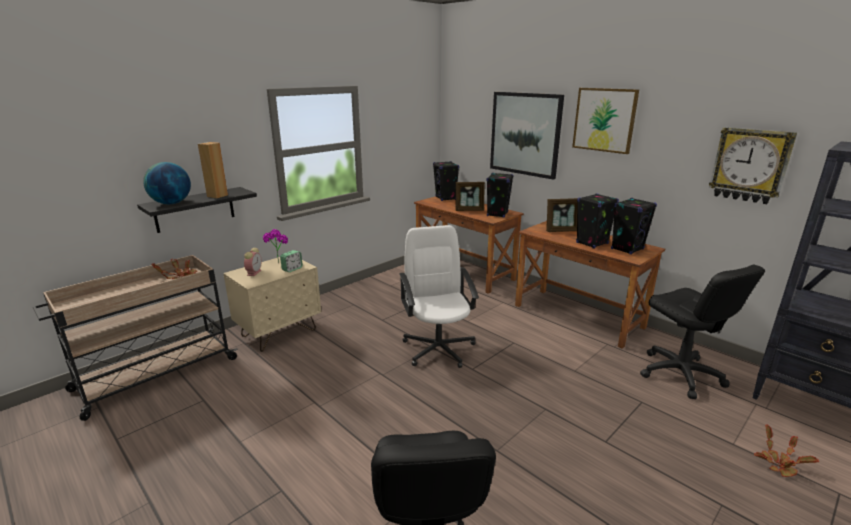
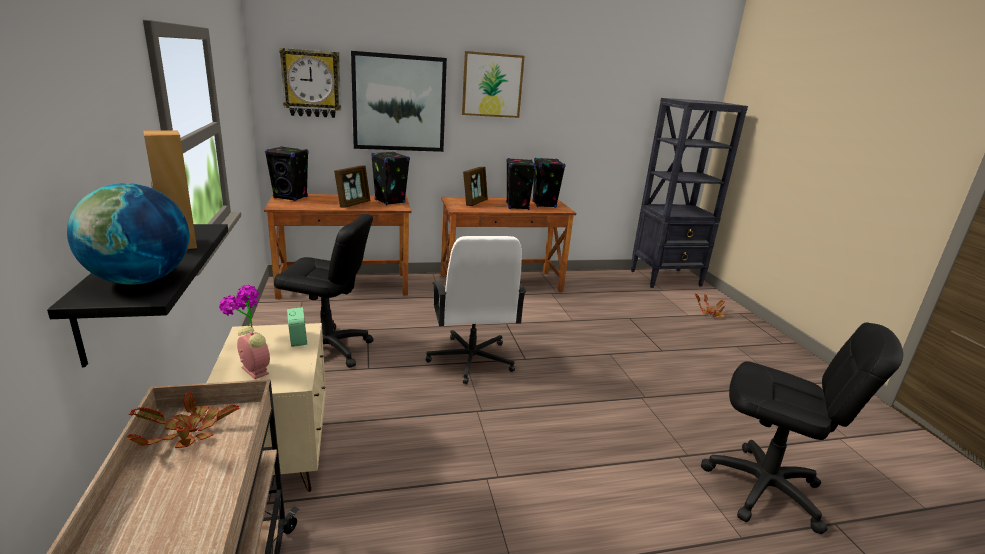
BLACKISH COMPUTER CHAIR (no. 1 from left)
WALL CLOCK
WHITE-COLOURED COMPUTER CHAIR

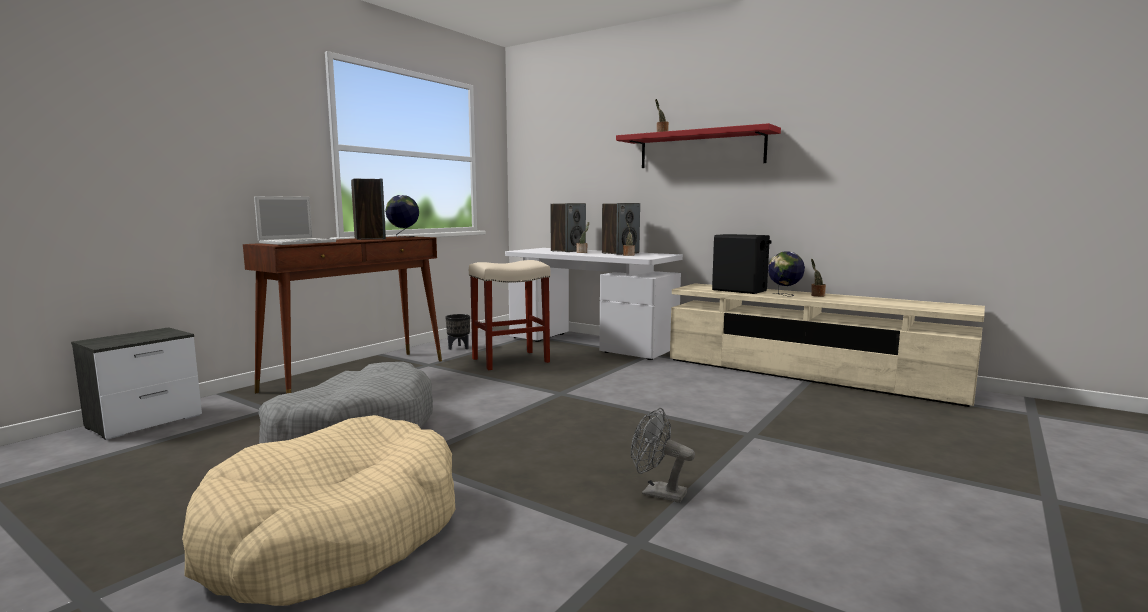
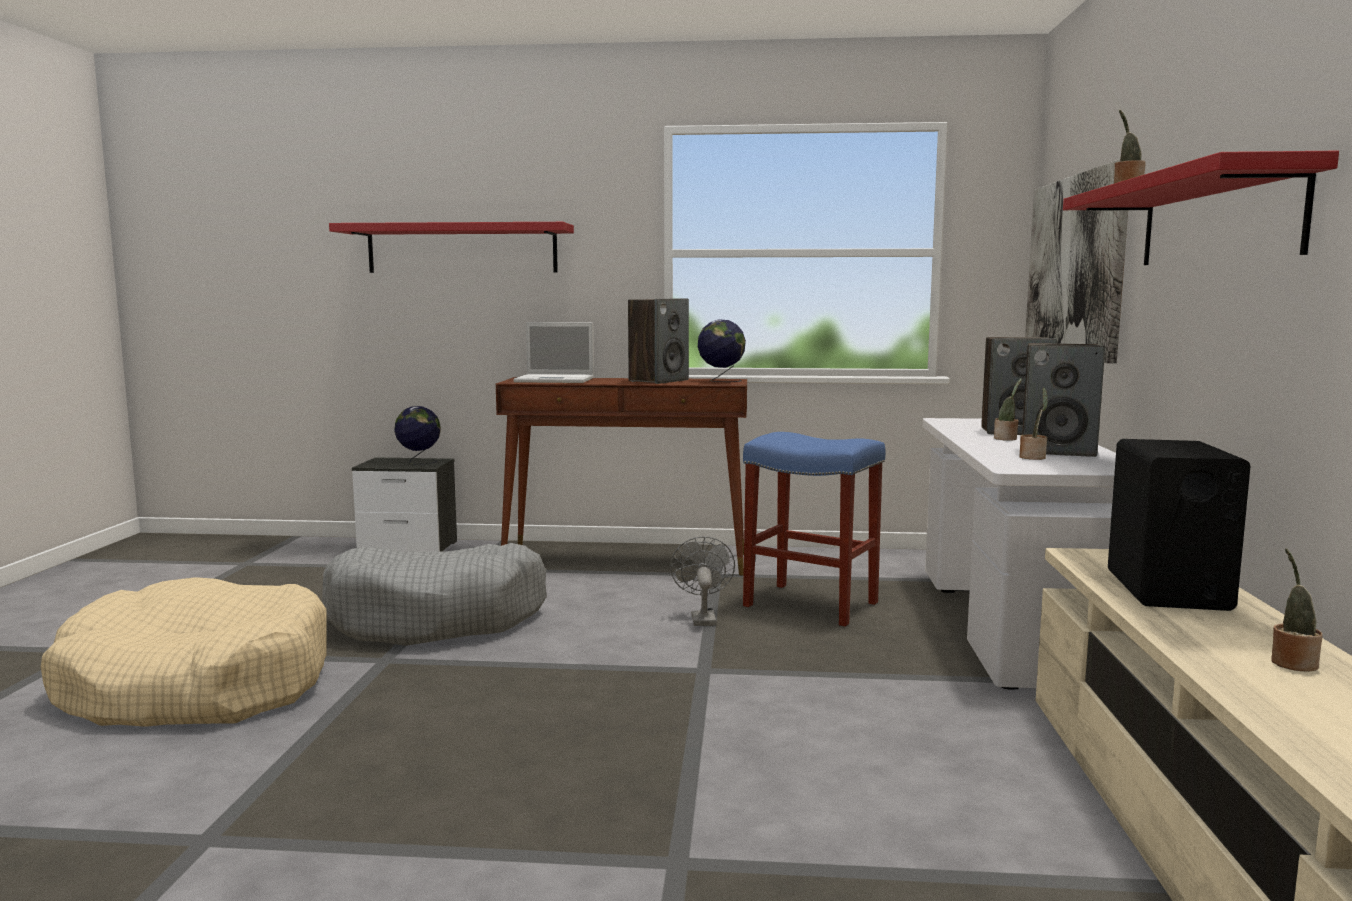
BLACKISH PLANT POT
RED SHELF (no. 1 from left)
WALL PICTURE
GREY COOLING FAN
DESK GLOBE (no. 1 from left)
BLUE-COLOURED STOOL

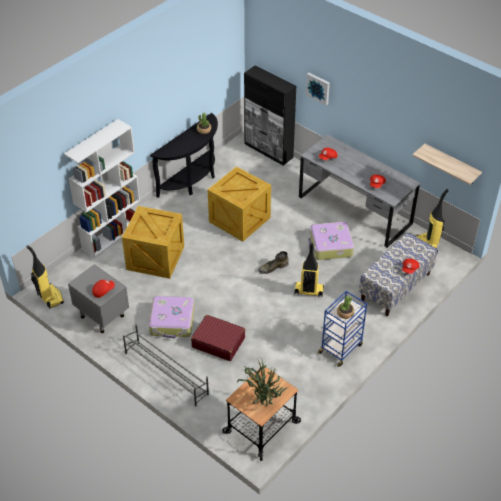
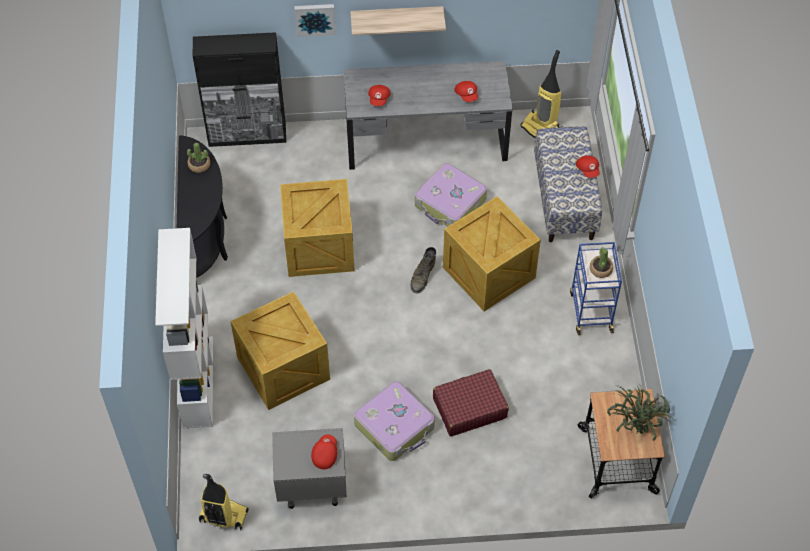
GREY SHOE STAND
SHELF
PACKING CRATE (no. 3 from left)

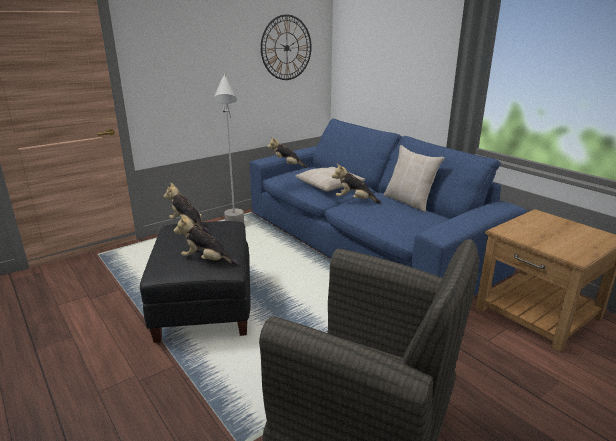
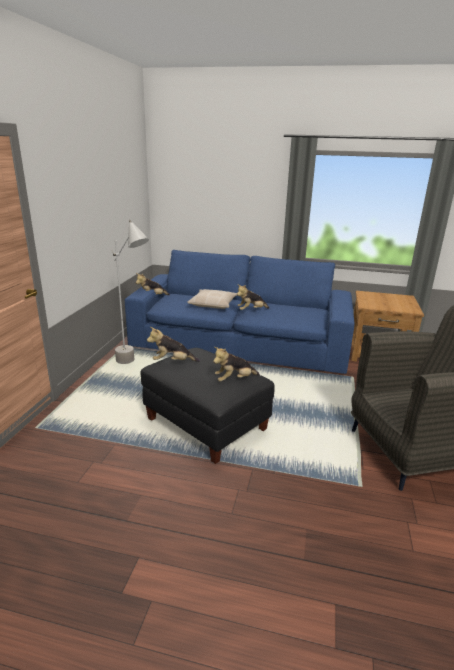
WALL CLOCK
BEIGE-COLOURED PILLOW (no. 2 from left in the first image)

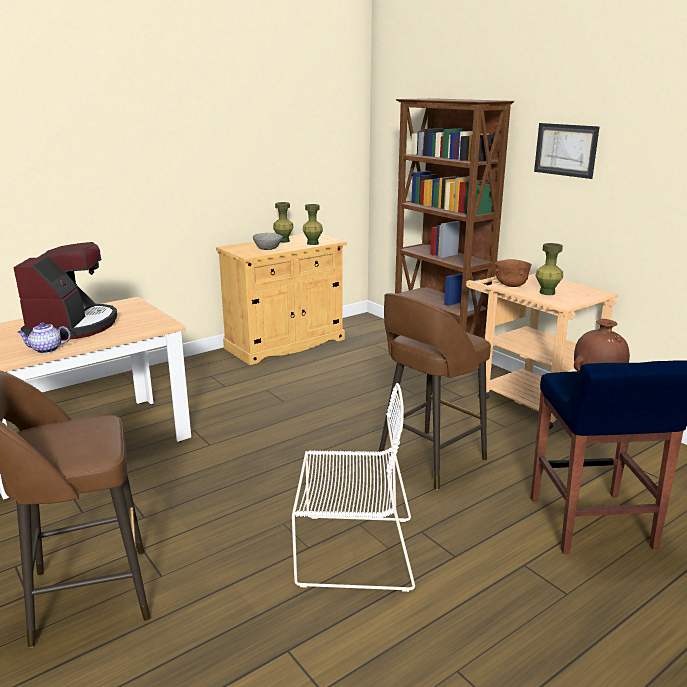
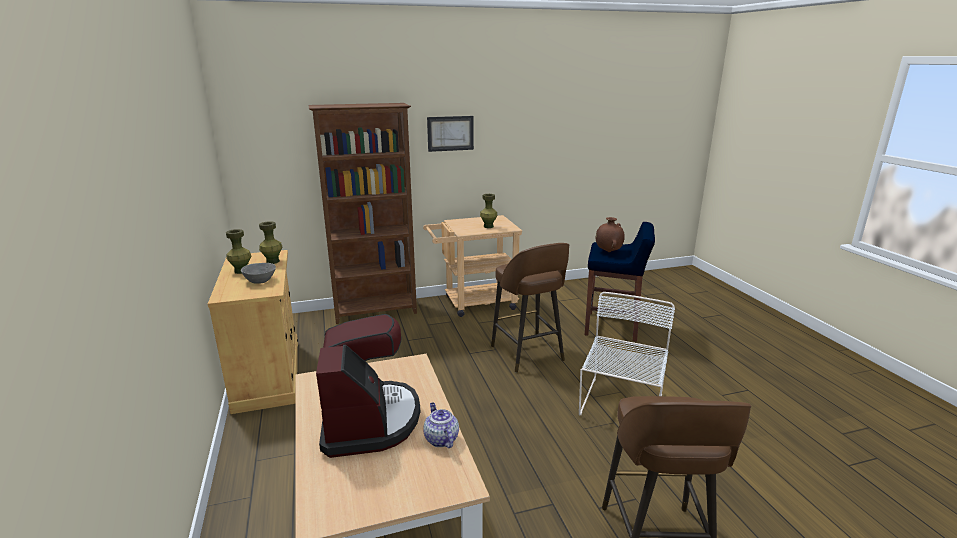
BROWNISH DEEP DISH
COFFEE MAKER
TEAPOT

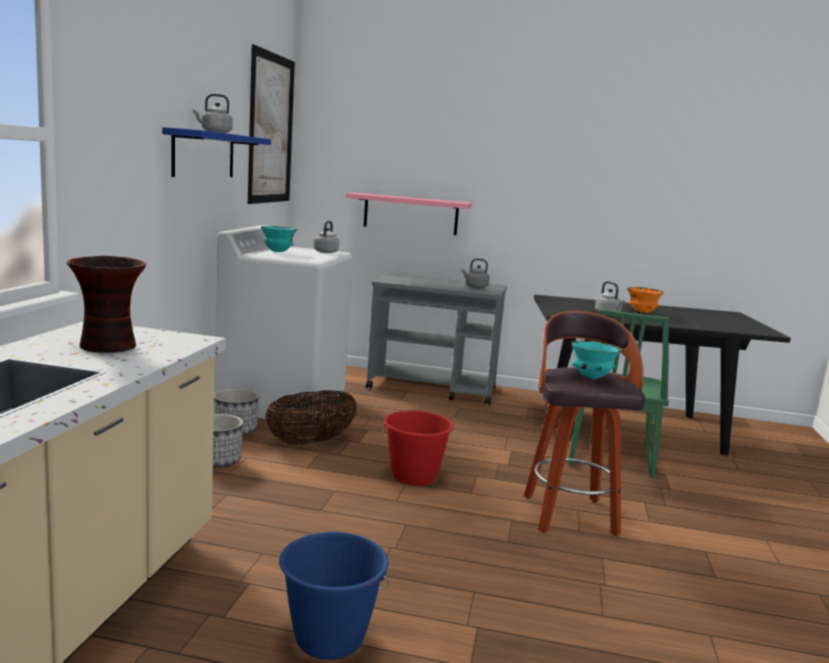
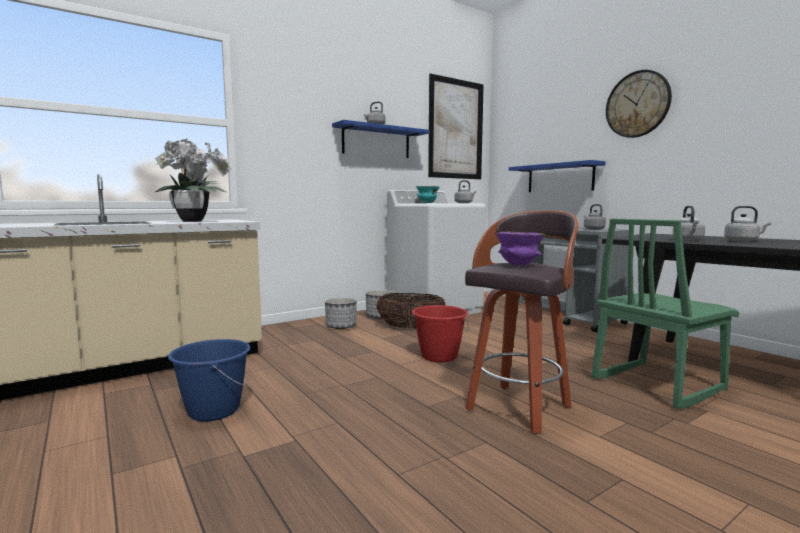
WALL CLOCK
PLANT IN A POT
GREY KETTLE (no. 5 from left)
BLUE-COLOURED SHELF (no. 2 from left)
PURPLE DEEP DISH

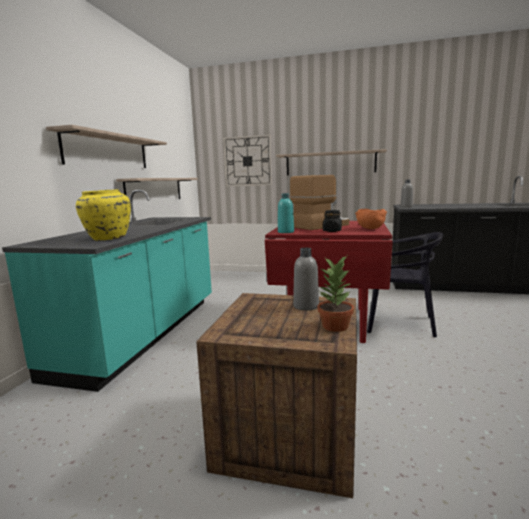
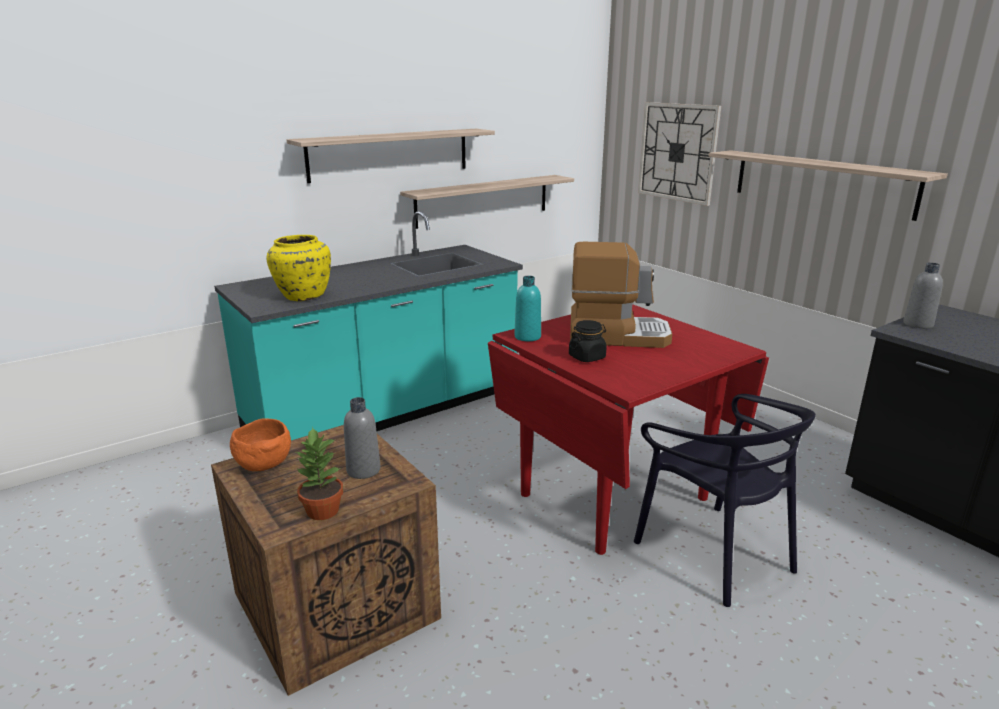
ORANGEY DEEP DISH

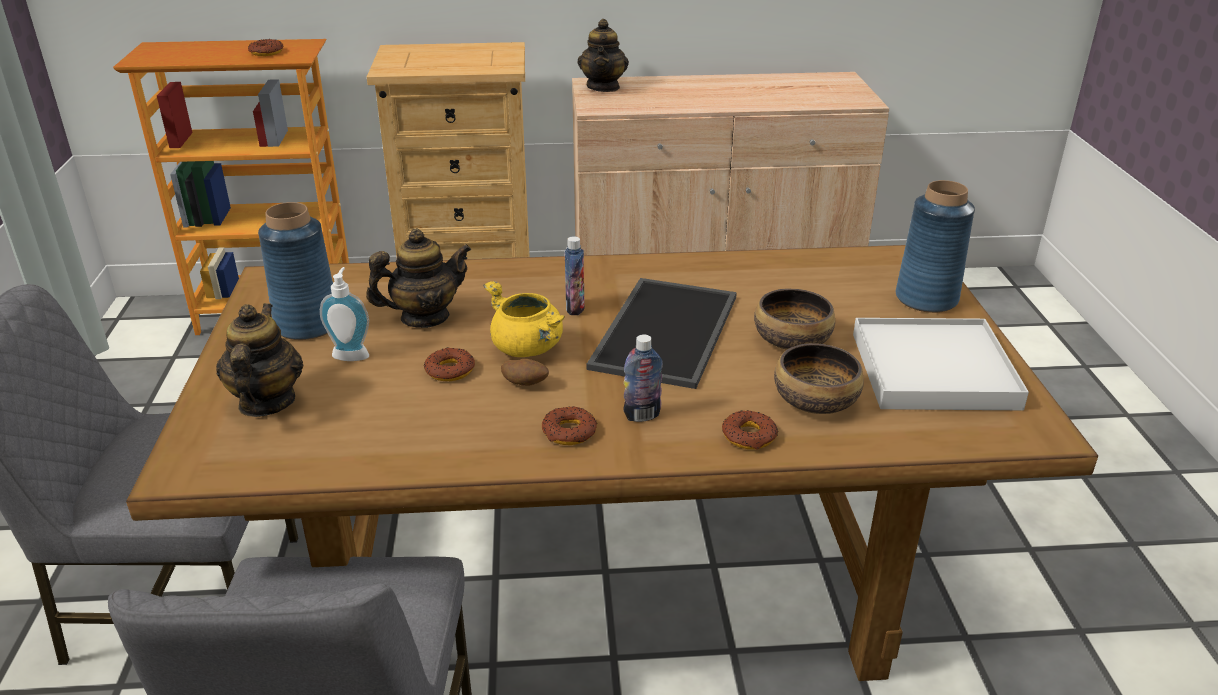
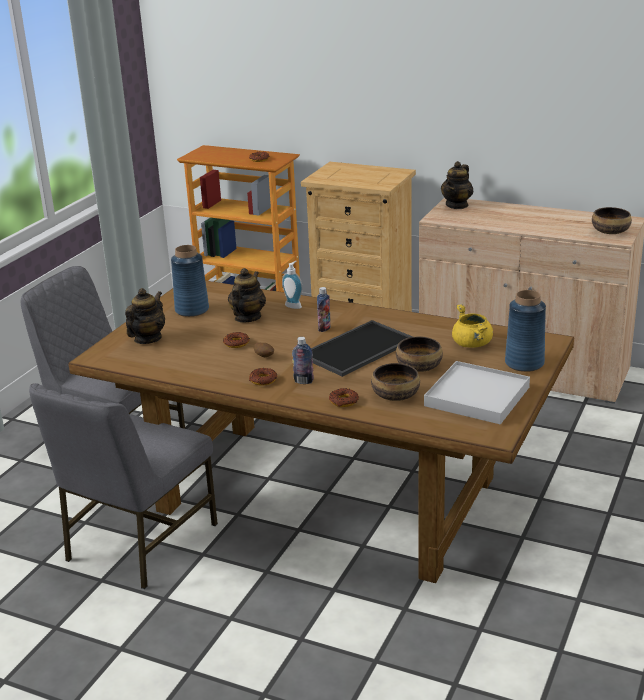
DEEP DISH (no. 3 from left)
SOAP BOTTLE
YELLOW SAUCEPOT
TEAPOT (no. 2 from left)

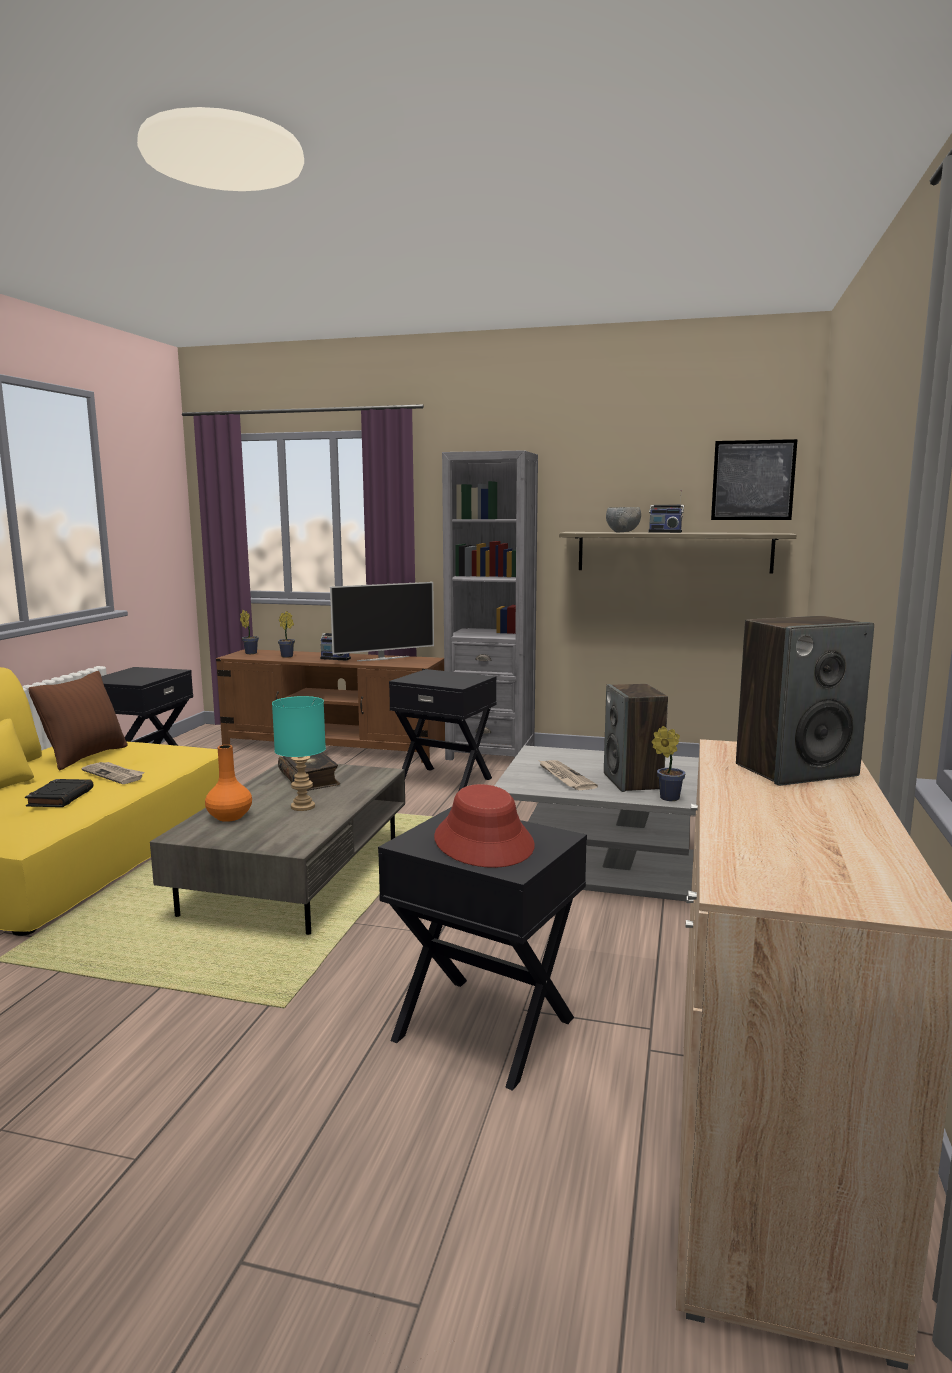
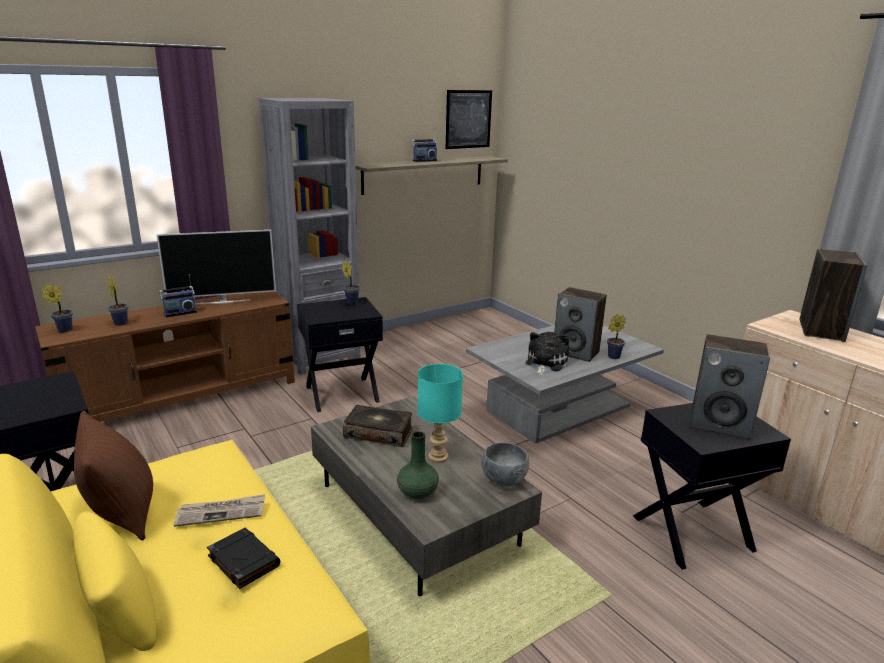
PLANT IN A POT (no. 3 from left)
GREY DEEP DISH
SPEAKER (no. 2 from left)
CUDDLY TOY
GREEN-COLOURED FLOWER VASE
TELEVISION

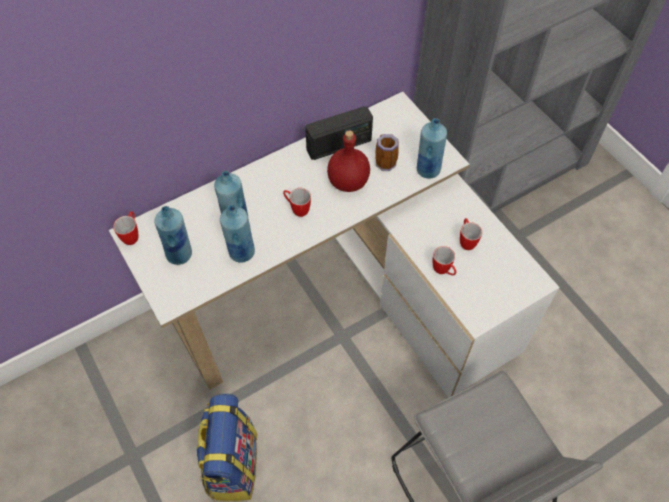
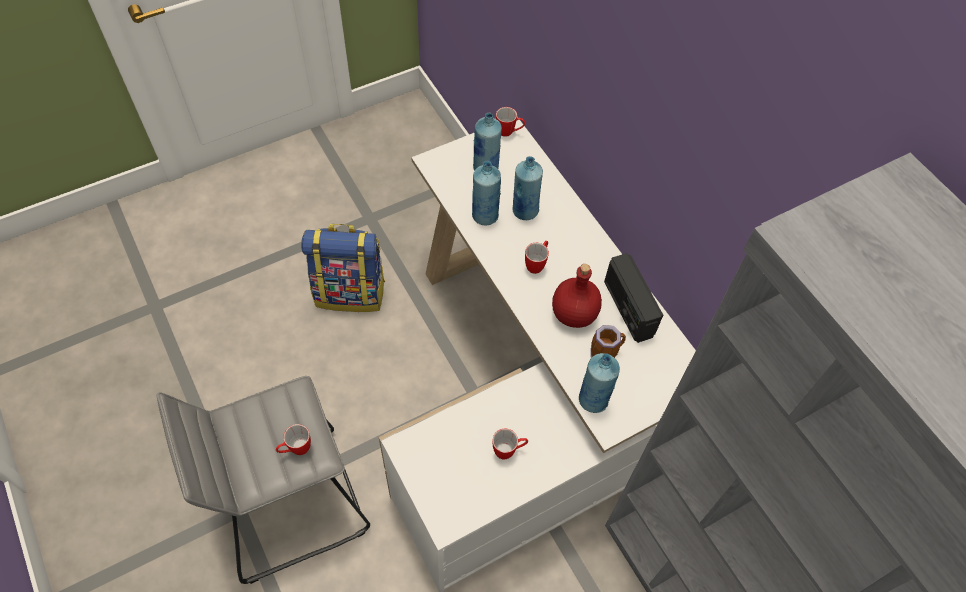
TEA MUG (no. 1 from left)

